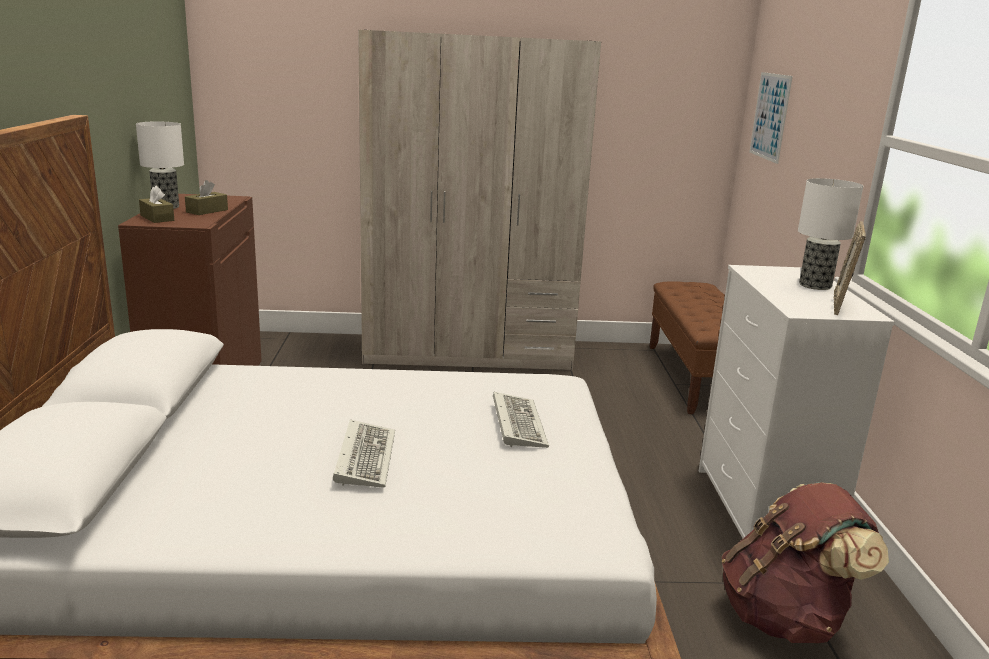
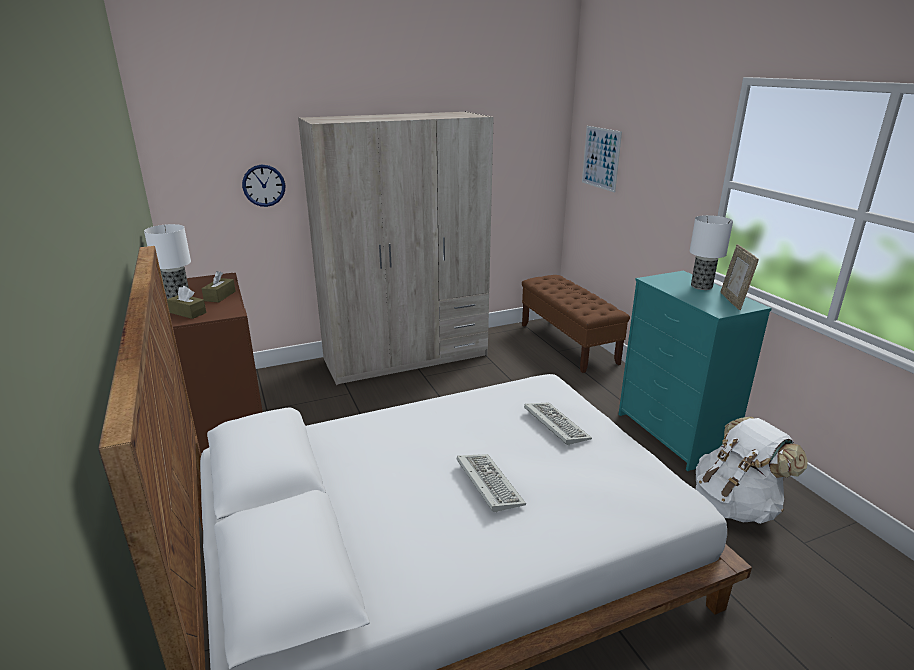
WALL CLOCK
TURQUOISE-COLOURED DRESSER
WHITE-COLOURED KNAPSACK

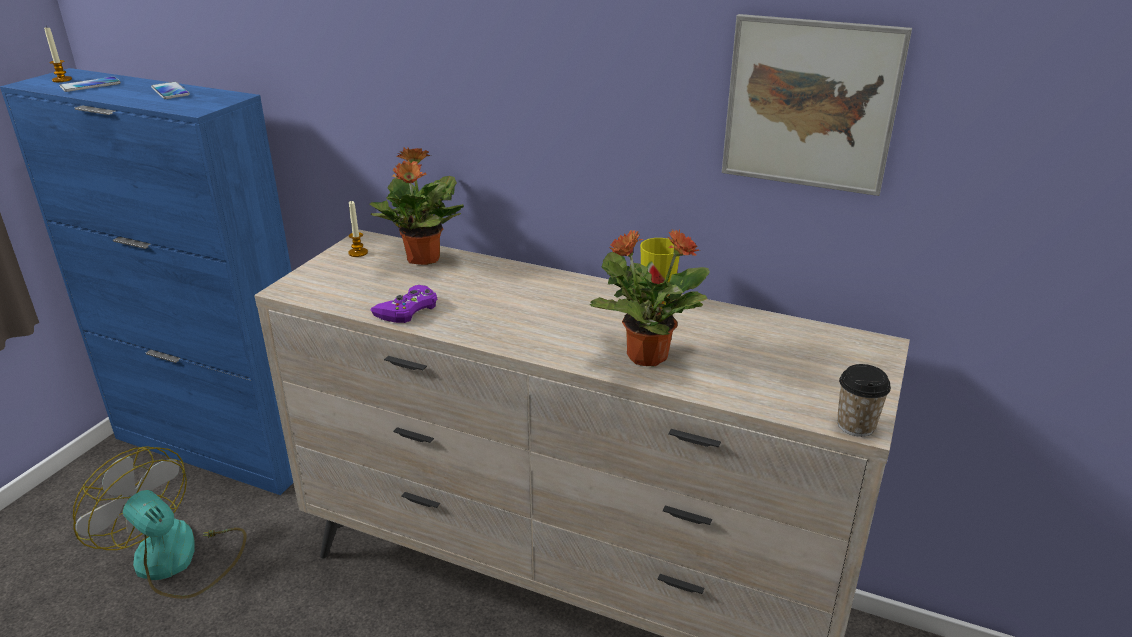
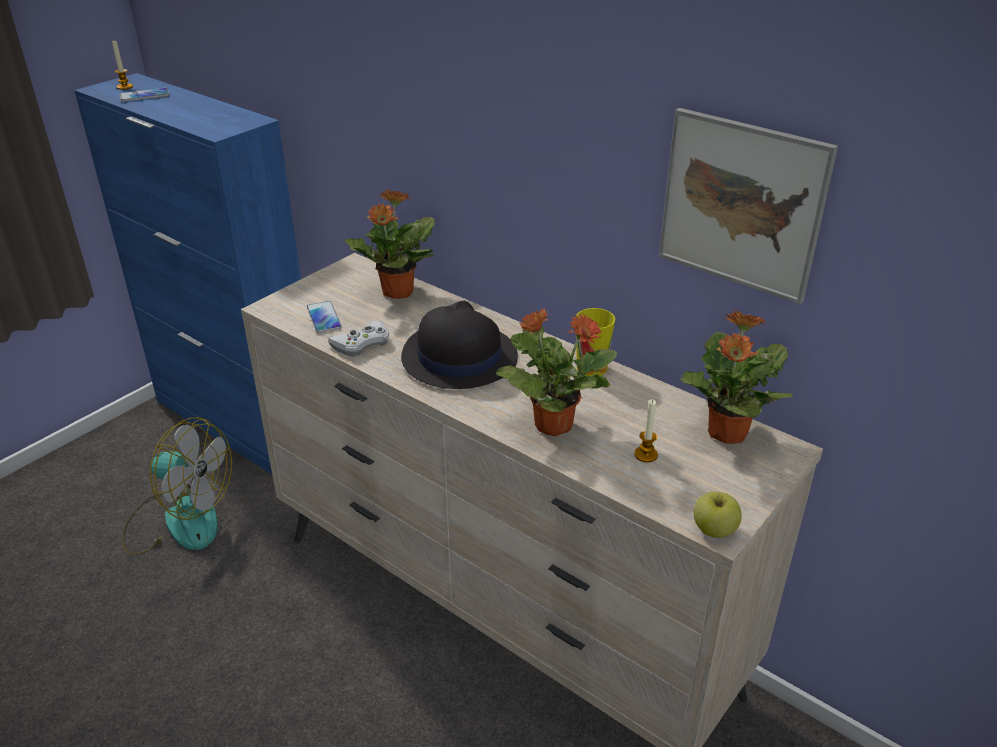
BLACKISH HAT
PLANT IN A POT (no. 3 from left)
PHONE (no. 2 from left)
WAX LIGHT (no. 2 from left)
WHOLE APPLE
WHITE-COLOURED JOYPAD
COOLING FAN

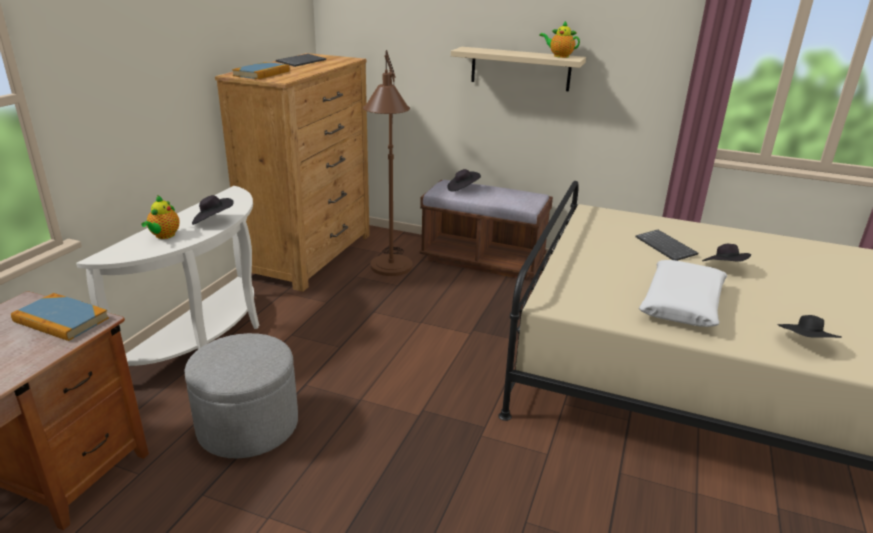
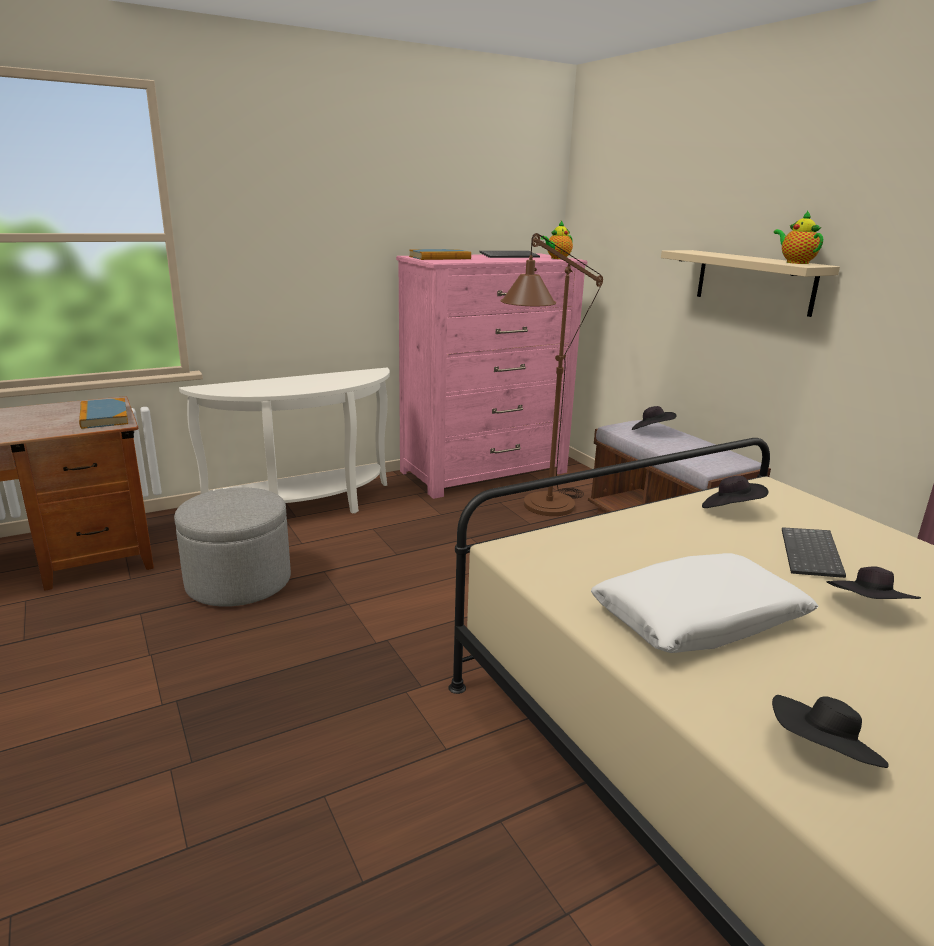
TEAPOT (no. 1 from left)
BLACKISH HAT (no. 2 from left)
PINK DRESSER

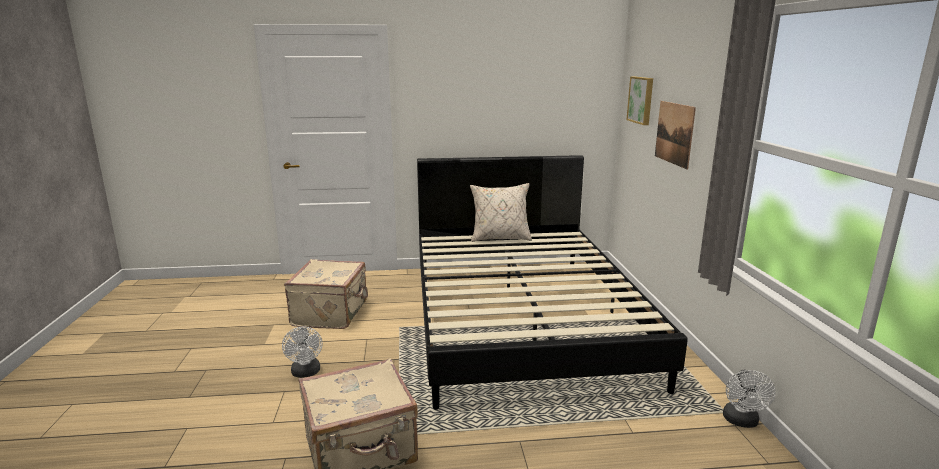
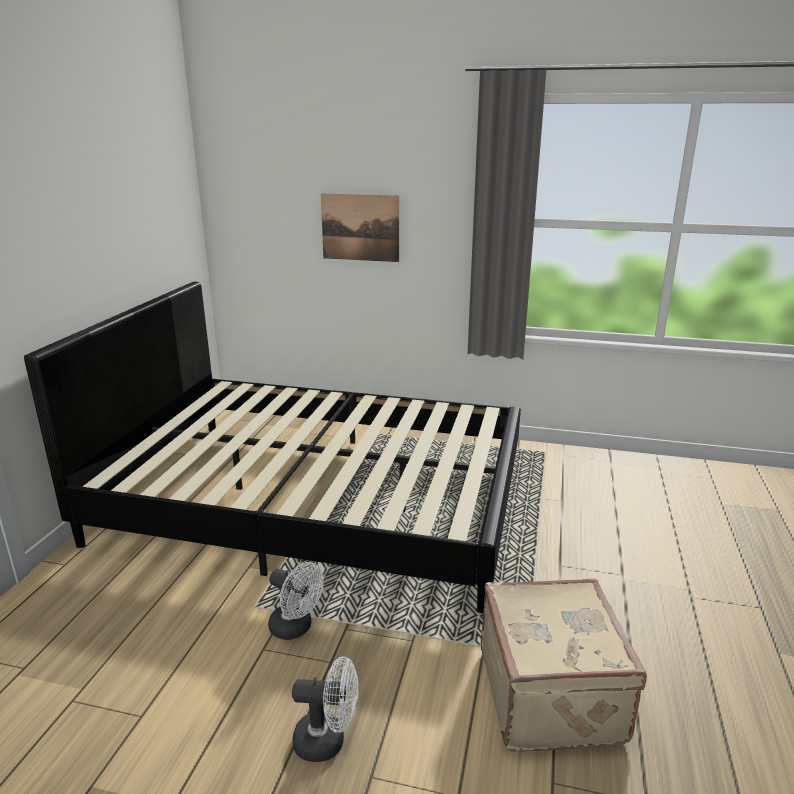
BEIGE-COLOURED TRAVEL CASE (no. 1 from left in the first image)
BEIGE-COLOURED PILLOW
WALL PICTURE (no. 1 from left in the first image)
WHITE-COLOURED COOLING FAN (no. 1 from left)

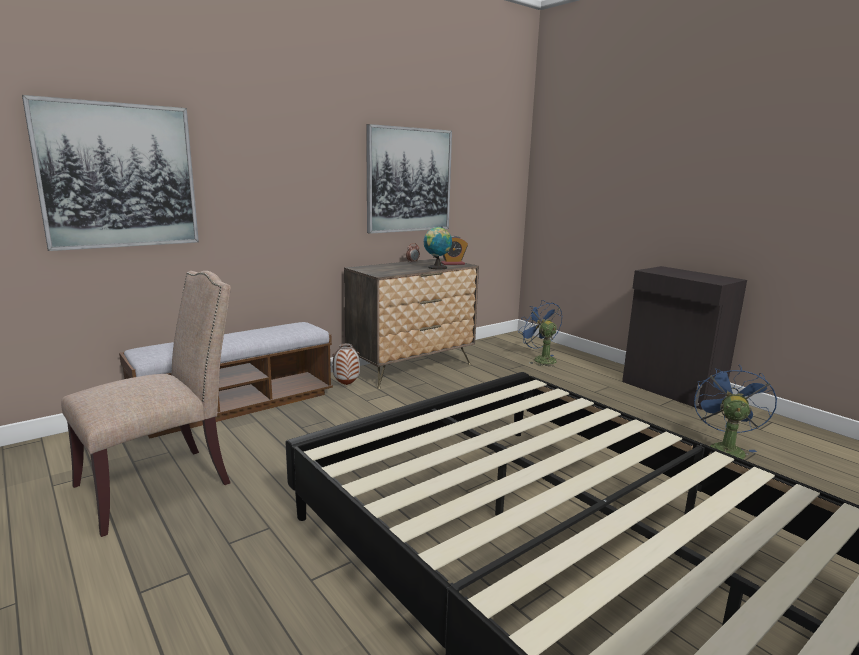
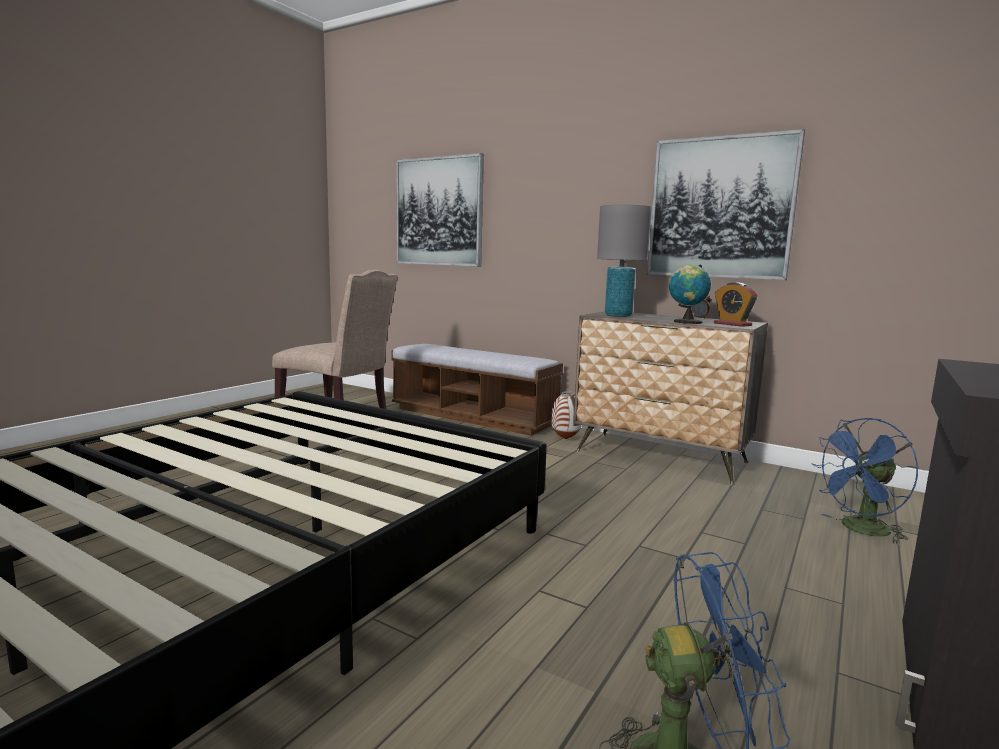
GREY LAMP FOR A TABLE
BLUE-COLOURED COOLING FAN (no. 2 from left)

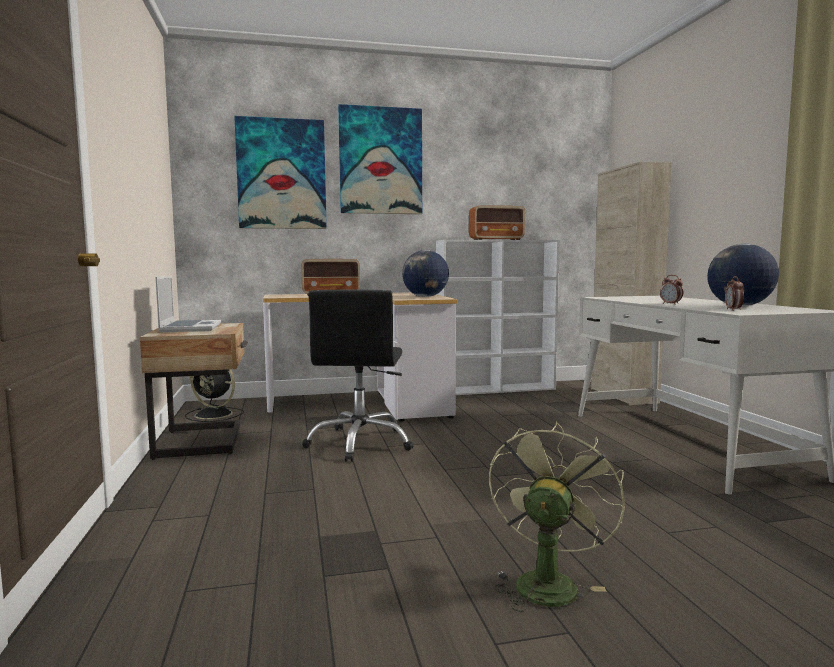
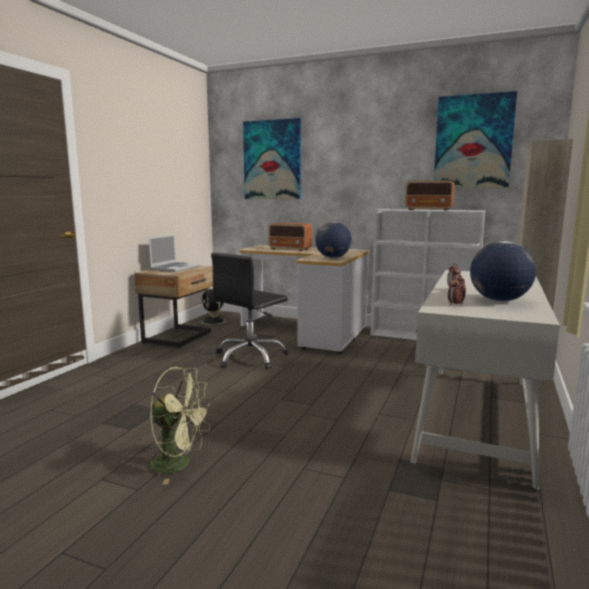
WALL PICTURE (no. 2 from left)
GREEN-COLOURED COOLING FAN

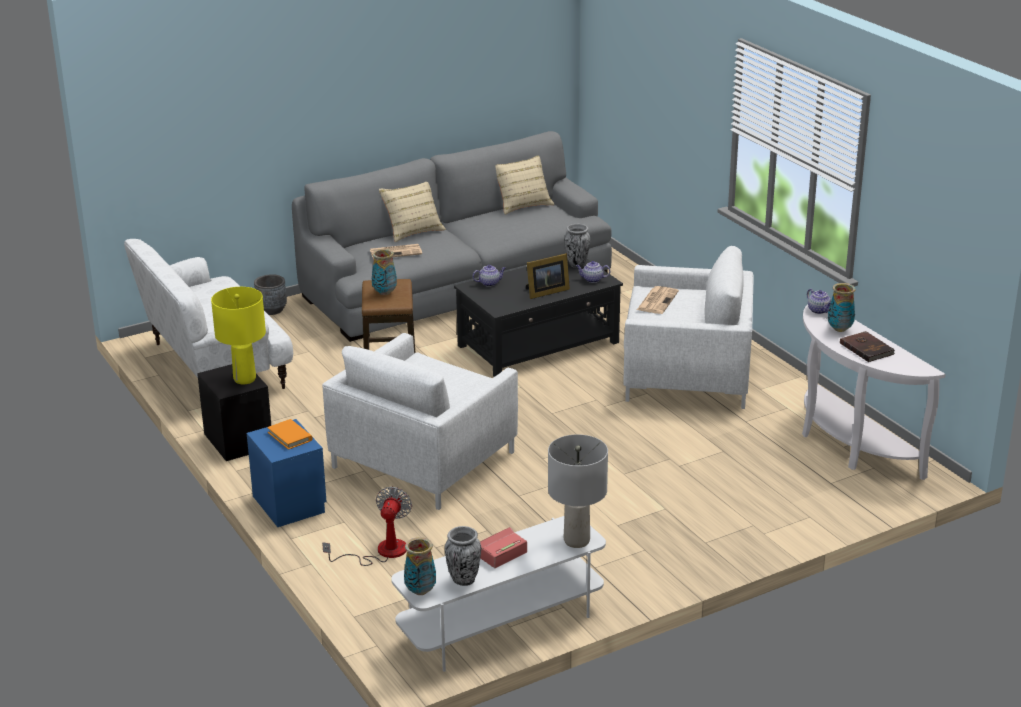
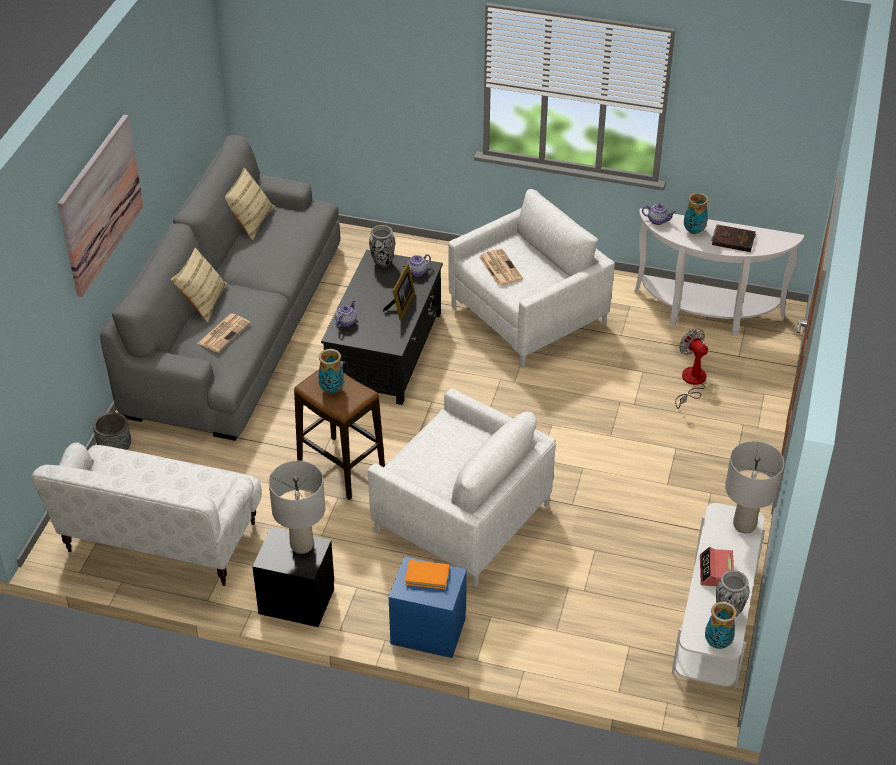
WALL PICTURE
COOLING FAN
GREY LAMP FOR A TABLE (no. 1 from left)
WHITE-COLOURED LOUNGE CHAIR (no. 1 from left)

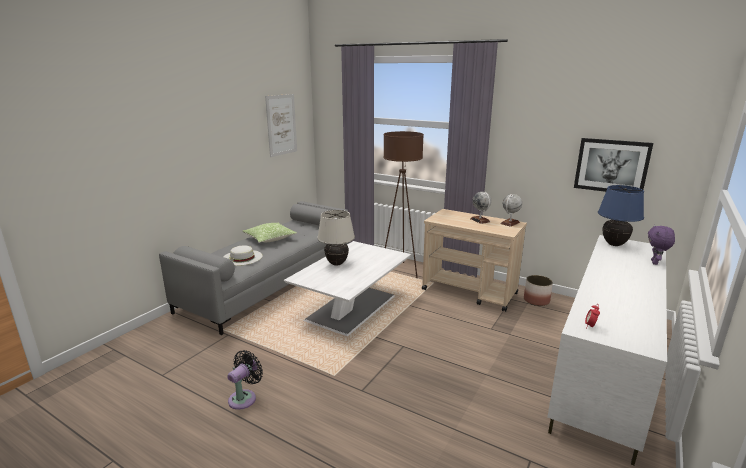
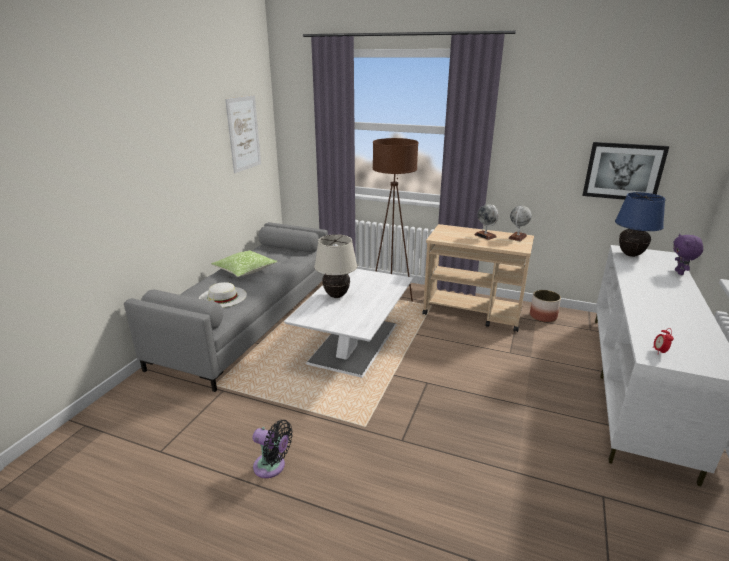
BLACKISH COOLING FAN

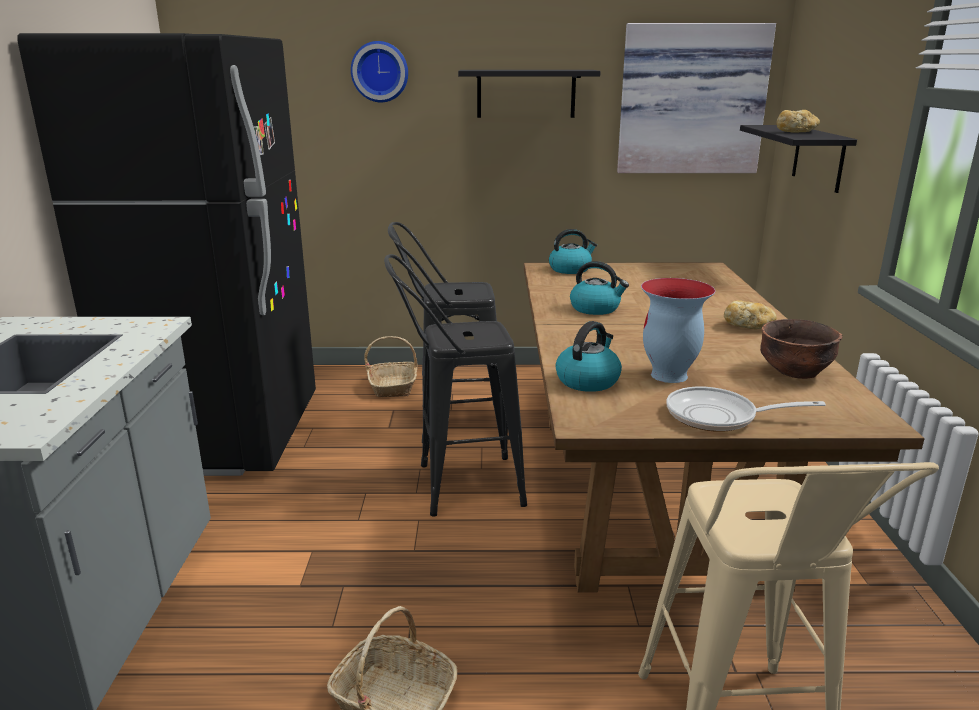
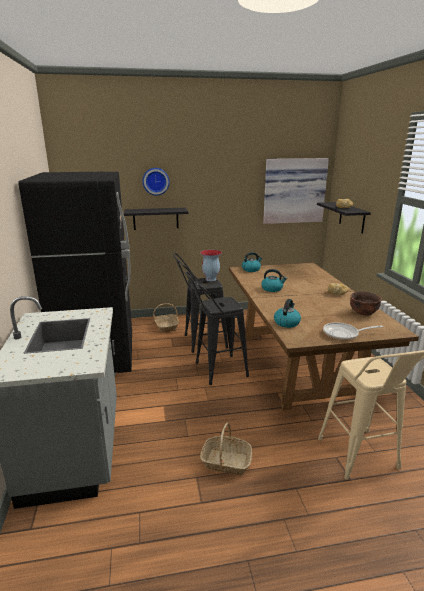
BLACKISH SHELF (no. 1 from left)
FLOWER VASE

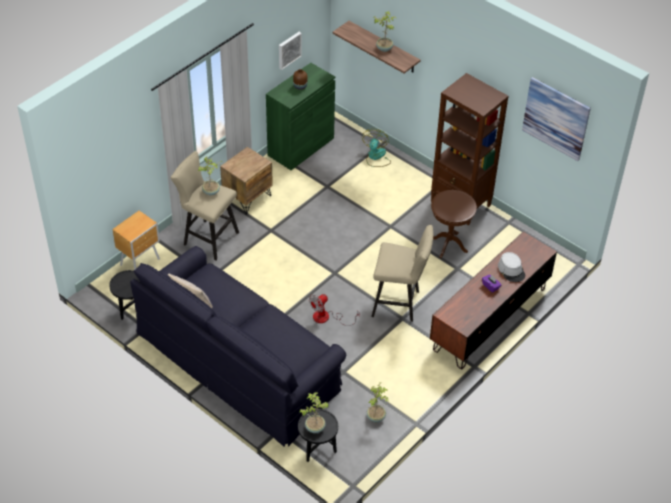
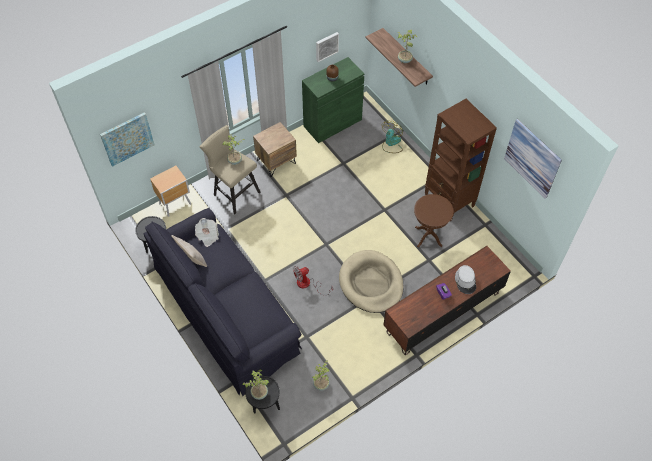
WALL PICTURE (no. 1 from left)
DAILY PAPER
BEIGE-COLOURED PET BED

